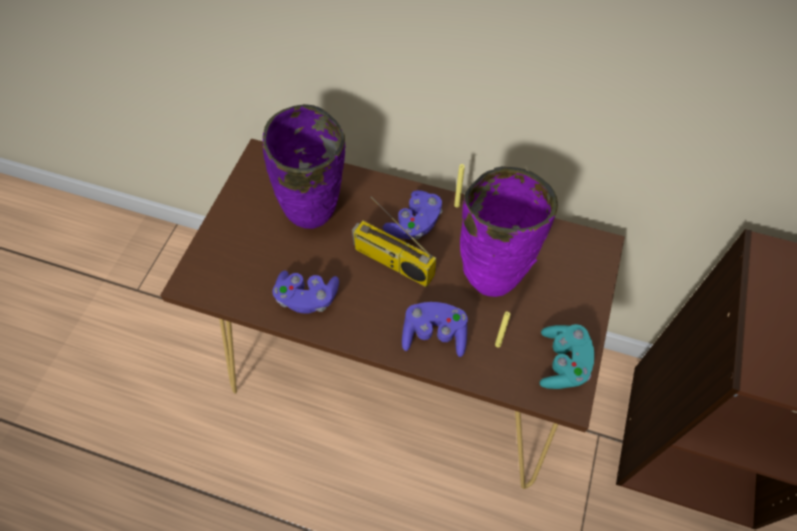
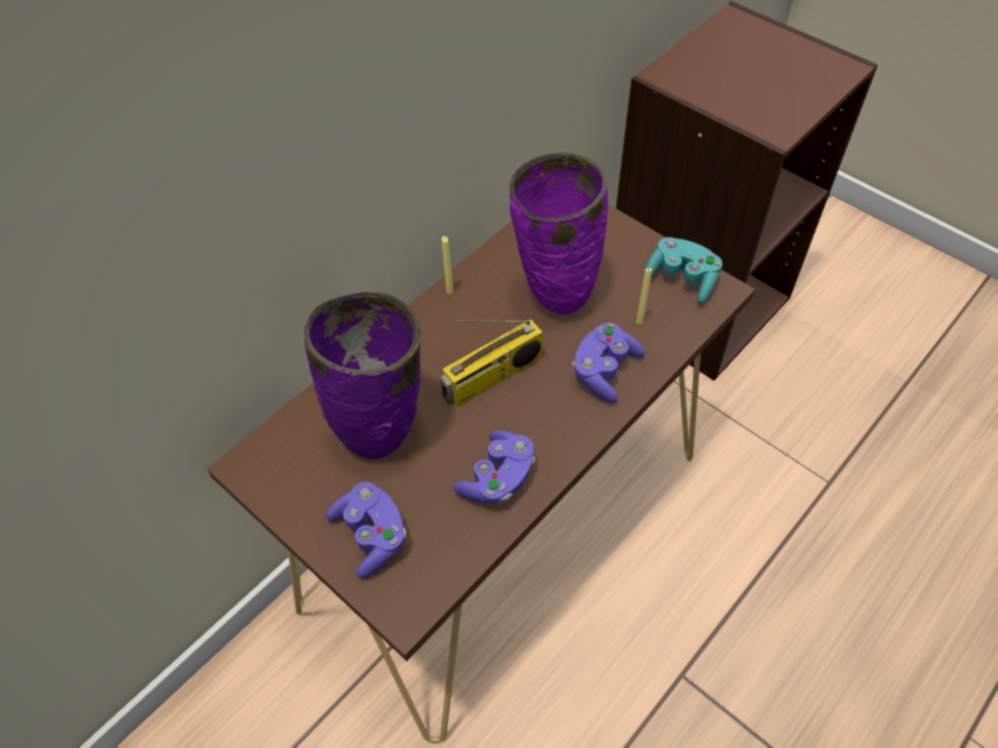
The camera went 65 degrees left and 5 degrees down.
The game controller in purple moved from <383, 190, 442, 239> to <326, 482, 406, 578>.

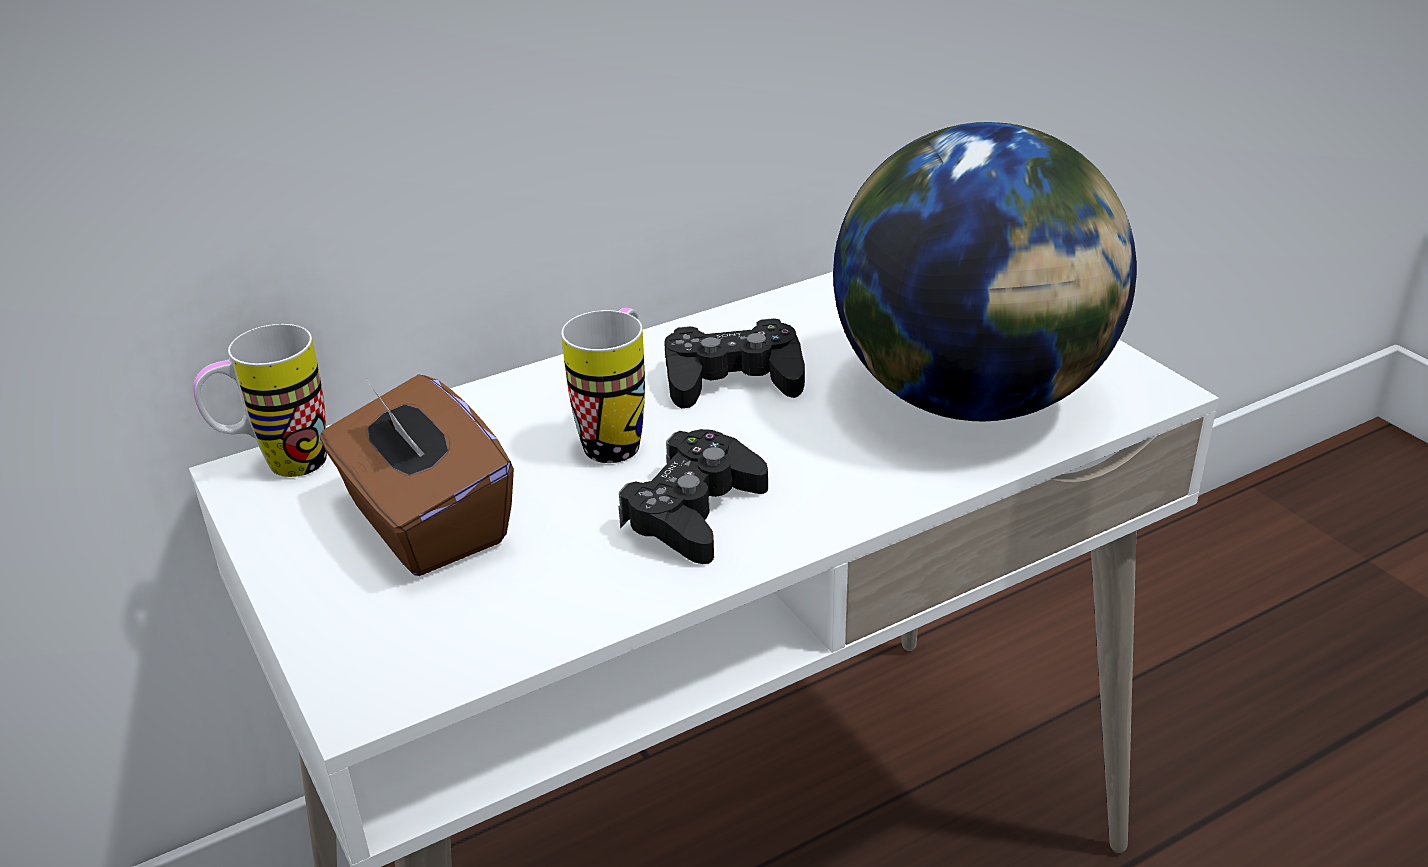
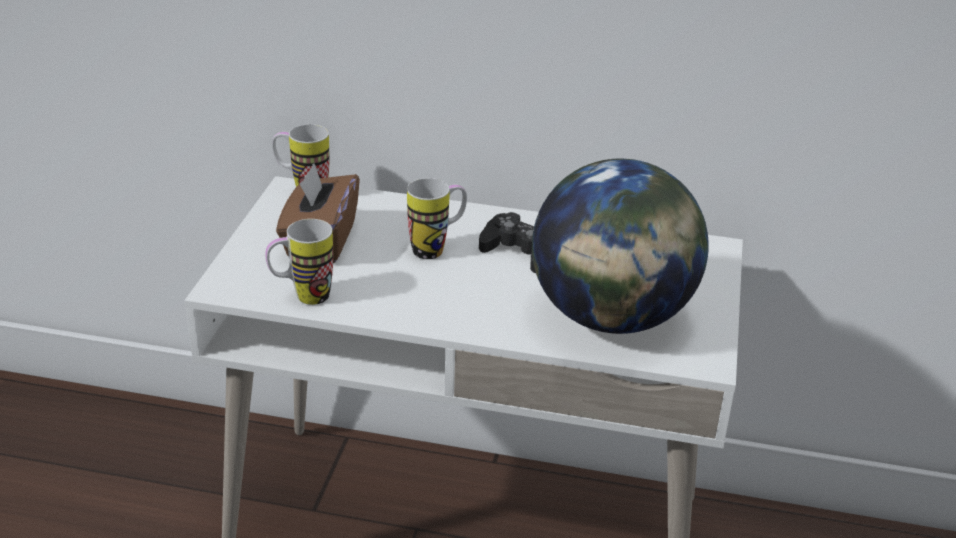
The camera went 40 degrees right and 0 degrees up.
The game controller in black at <619, 429, 768, 564> disappeared.
The mug at <265, 219, 333, 305> appeared.

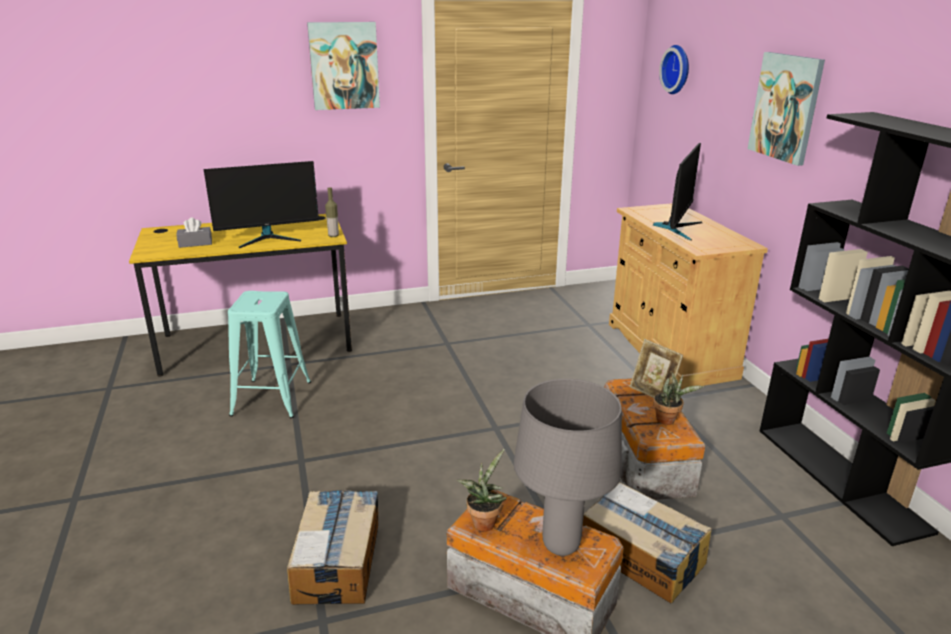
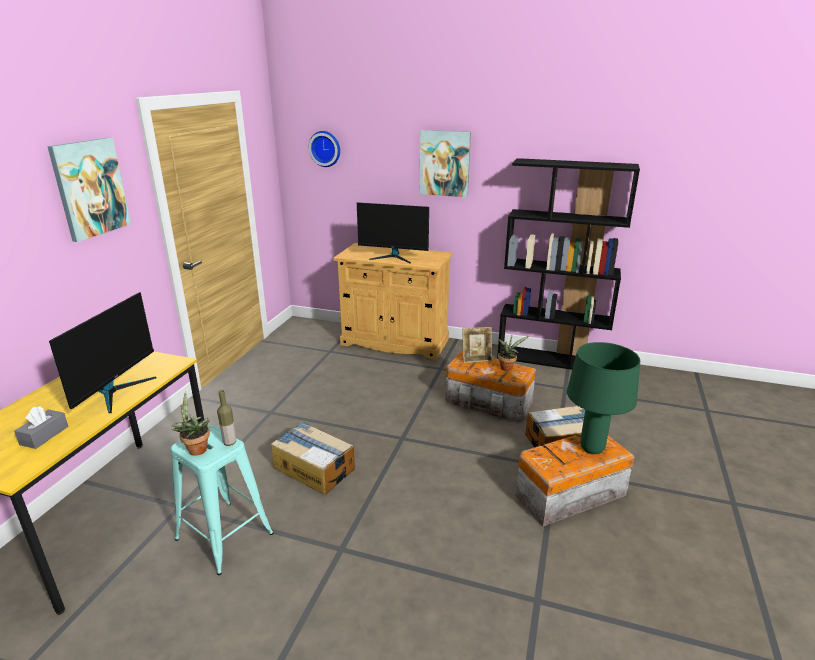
The camera went 55 degrees left and 0 degrees up.
The cardboard box moved from <287, 490, 378, 605> to <271, 422, 355, 495>.
The bottle moved from <325, 187, 339, 237> to <217, 390, 236, 446>.
The potted plant moved from <457, 449, 507, 532> to <171, 392, 210, 456>.
The table lamp in grey at <514, 379, 622, 556> became the table lamp in green at <567, 342, 640, 454>.
The monitor at <653, 143, 702, 240> turned 135 degrees clockwise.

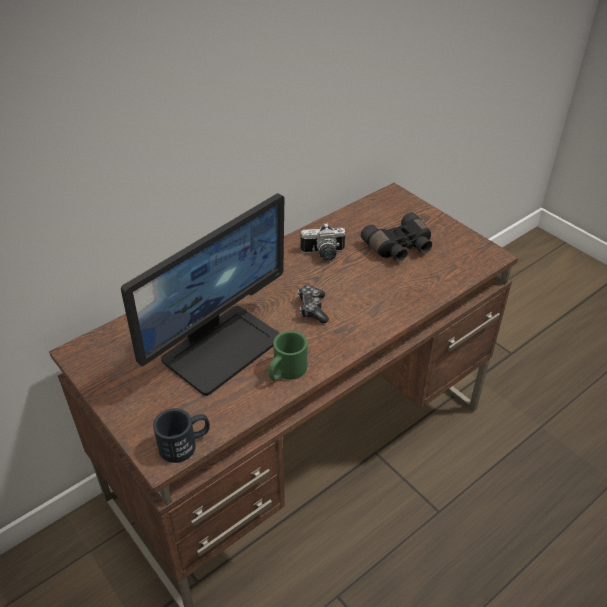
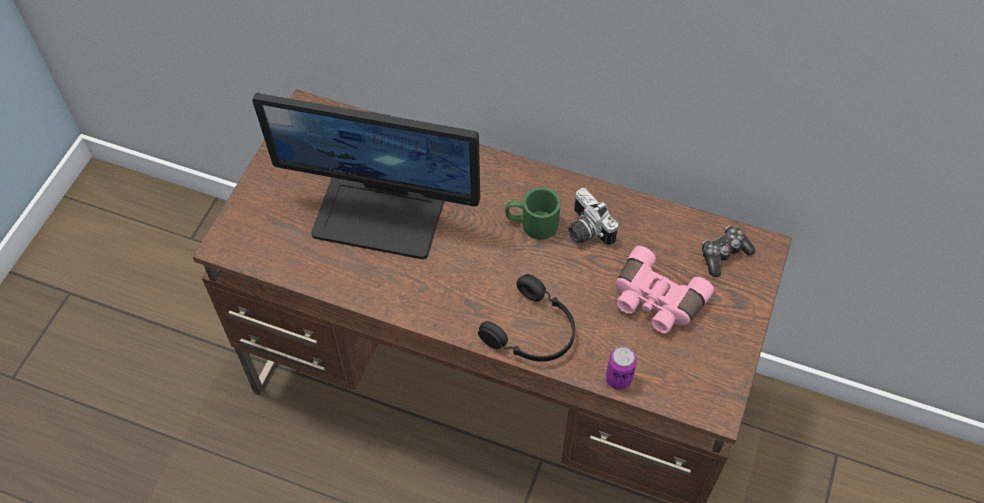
The camera went 60 degrees right and 15 degrees up.
The mug in black at <153, 408, 210, 463> disappeared.
The headphones in black at <478, 274, 575, 362> appeared.
The can at <605, 346, 637, 390> appeared.
The mug in green moved from <268, 331, 307, 381> to <505, 187, 561, 240>.
The game controller moved from <298, 285, 329, 324> to <702, 226, 755, 277>.
The binoculars in black at <361, 212, 432, 262> became the binoculars in pink at <616, 246, 714, 333>.

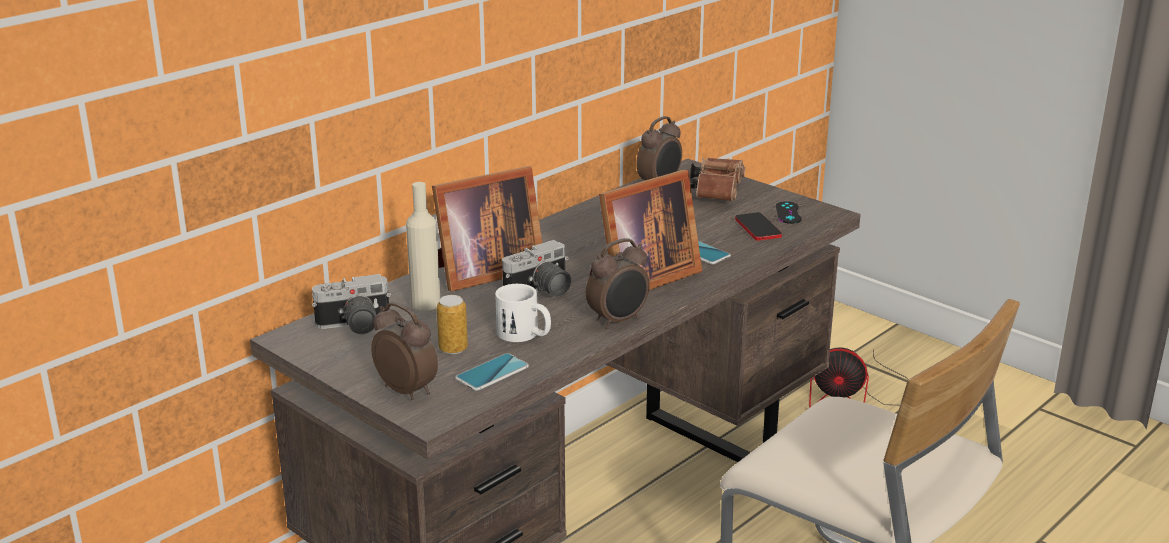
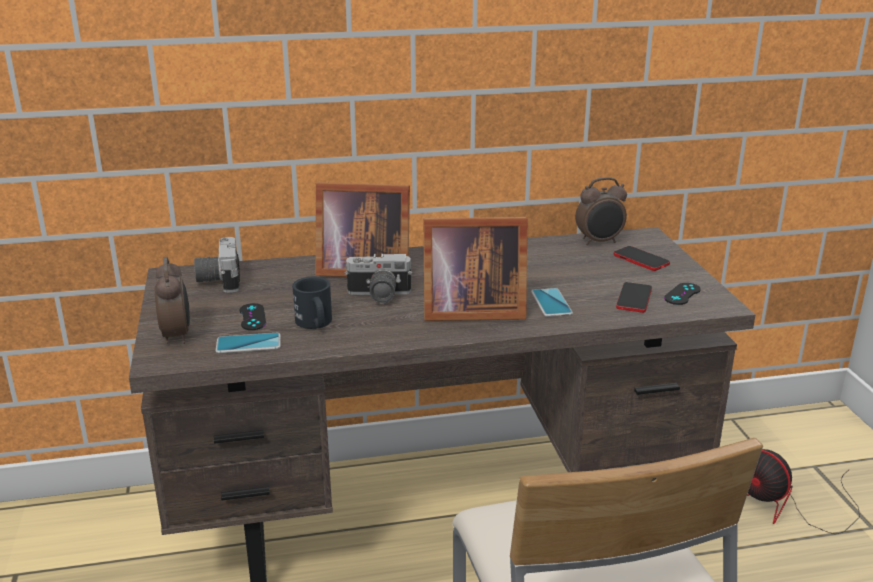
The camera went 35 degrees right and 0 degrees up.
The bottle in beige at <406, 182, 440, 311> disappeared.
The alarm clock at <586, 238, 650, 329> disappeared.
The can at <437, 295, 468, 354> was replaced by the game controller in black at <240, 303, 266, 330>.
The binoculars in brown at <689, 158, 745, 201> was replaced by the phone at <614, 246, 670, 271>.
The mug in white at <495, 284, 551, 342> became the mug in black at <292, 276, 332, 329>.
The photo camera at <312, 274, 391, 334> turned 60 degrees clockwise.

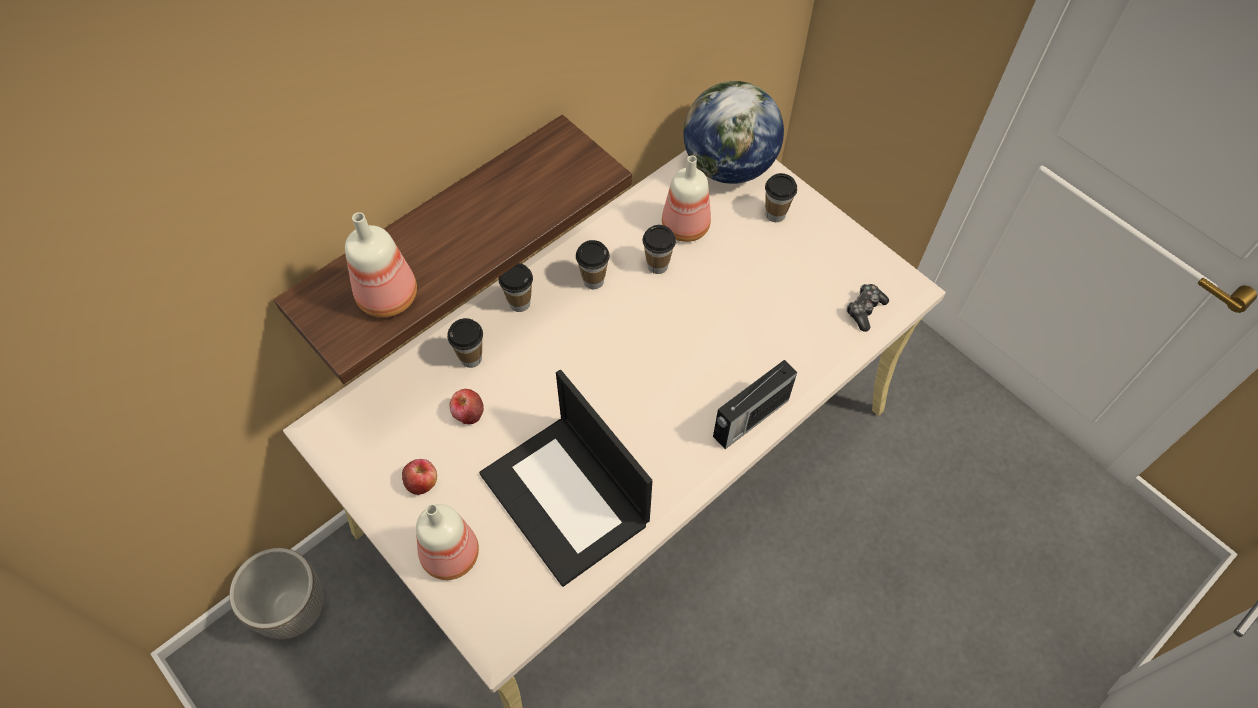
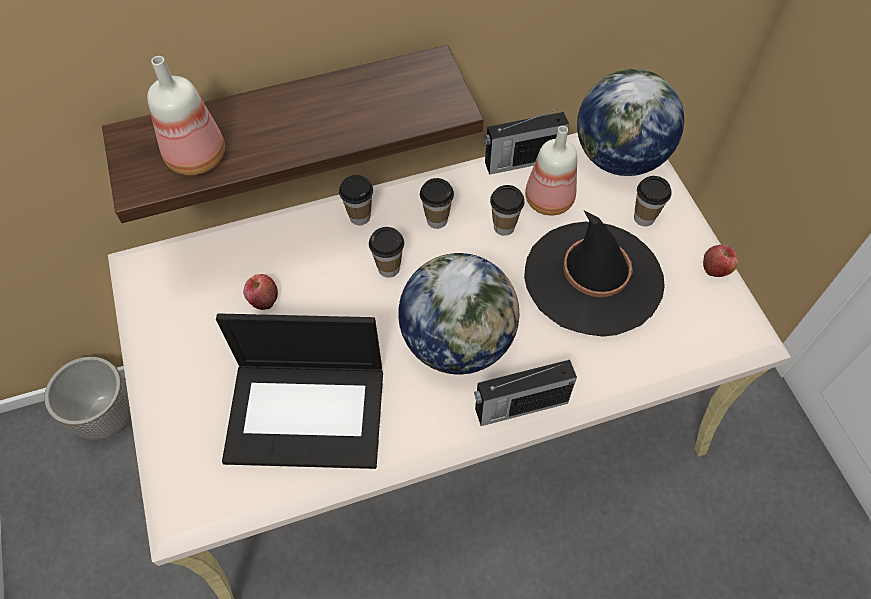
The camera went 25 degrees right and 0 degrees up.
The bottle at <416, 504, 479, 580> disappeared.
The game controller at <847, 284, 889, 332> disappeared.
The globe at <398, 253, 520, 374> appeared.
The radio at <485, 109, 569, 175> appeared.
The hat in black at <524, 211, 665, 337> appeared.
The apple moved from <402, 459, 437, 495> to <703, 245, 738, 277>.
The cup moved from <447, 318, 483, 368> to <369, 227, 404, 278>.
The laptop at <479, 370, 652, 587> turned 75 degrees counterclockwise.

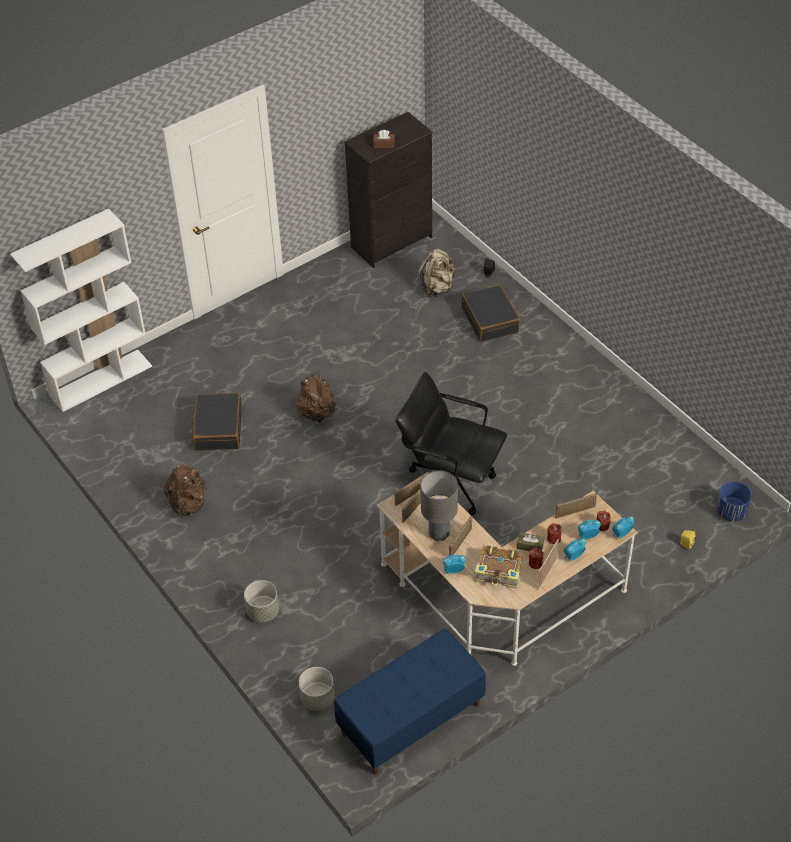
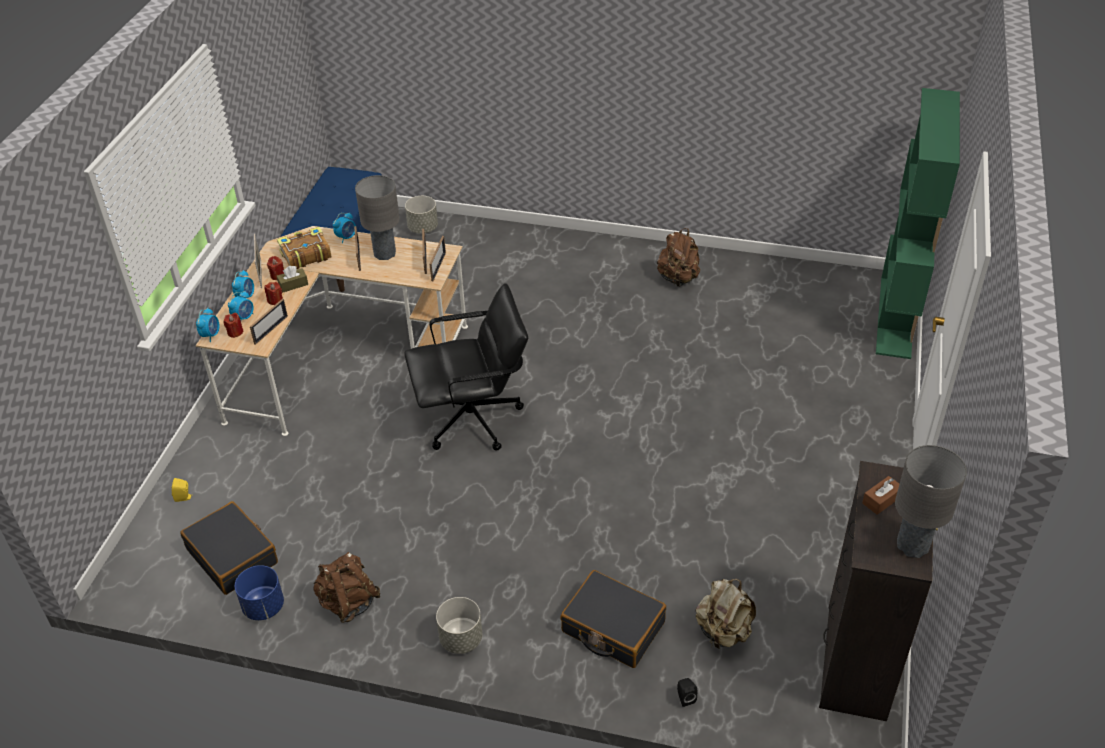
The camera went 140 degrees right and 5 degrees down.
The table lamp in grey at <895, 445, 967, 558> appeared.
The suitcase in black moved from <192, 393, 242, 451> to <180, 501, 278, 595>.
The planter in grey moved from <244, 580, 279, 622> to <436, 597, 482, 654>.
The backpack in brown moved from <296, 372, 336, 423> to <313, 552, 380, 623>.
The planter in blue moved from <716, 482, 751, 522> to <235, 565, 284, 620>.
The bookcase in white at <10, 208, 152, 412> became the bookcase in green at <876, 88, 960, 359>.

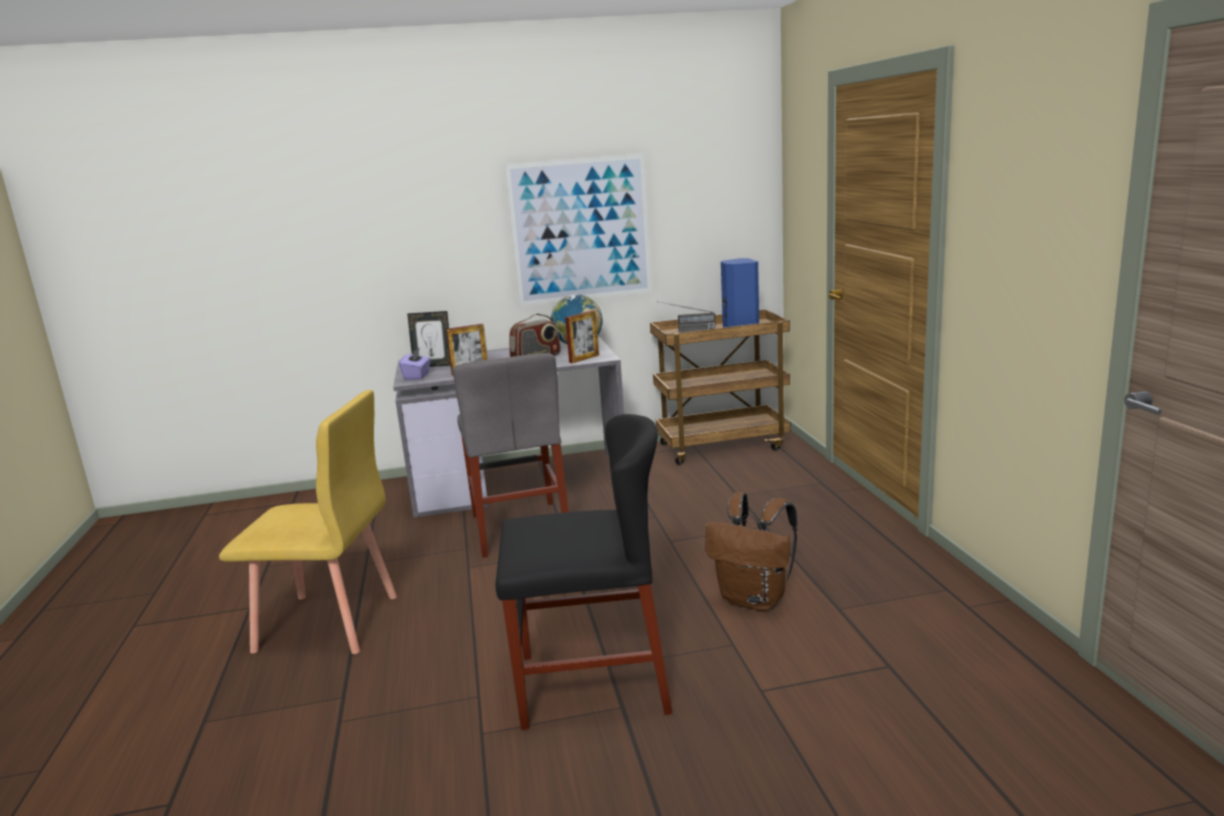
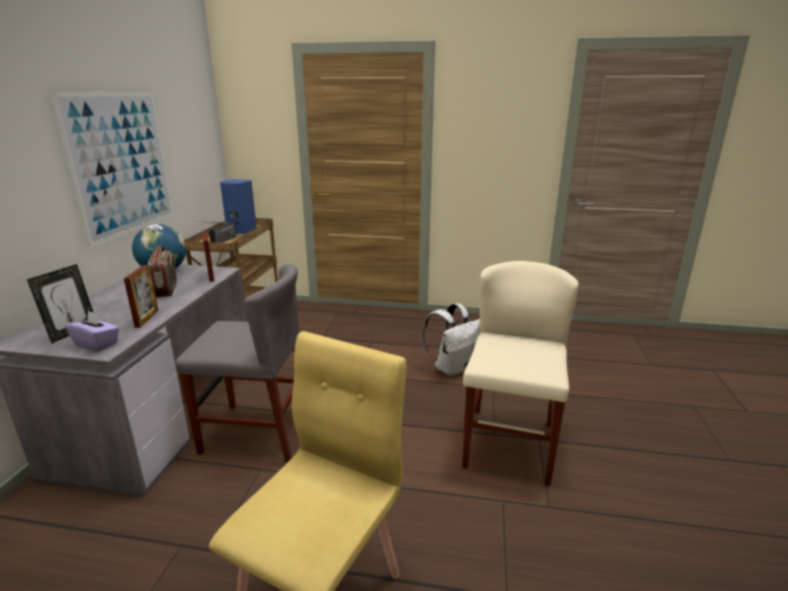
The camera went 70 degrees left and 5 degrees up.
The chair in black at <496, 414, 672, 730> became the chair in beige at <462, 261, 579, 486>.
The backpack in brown at <705, 492, 798, 611> became the backpack in white at <423, 303, 480, 376>.

